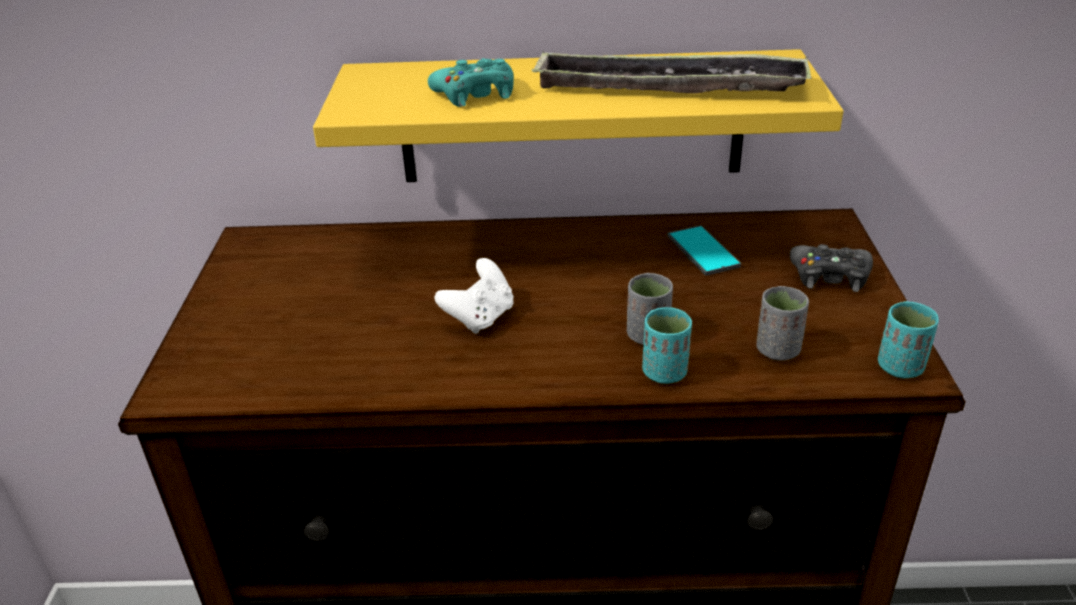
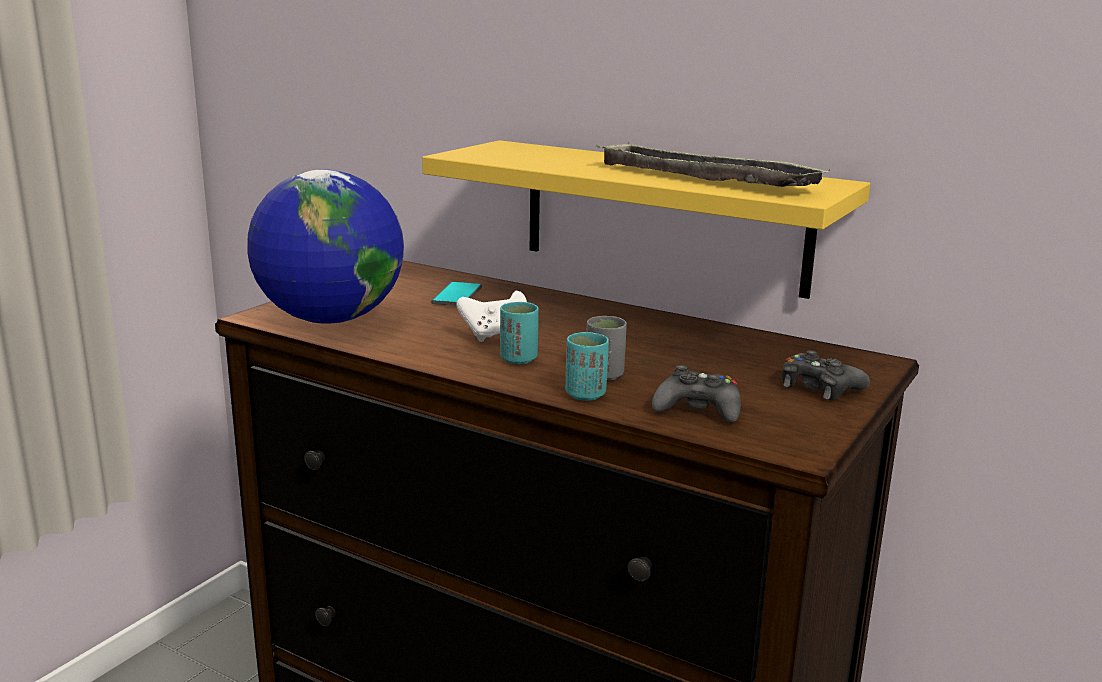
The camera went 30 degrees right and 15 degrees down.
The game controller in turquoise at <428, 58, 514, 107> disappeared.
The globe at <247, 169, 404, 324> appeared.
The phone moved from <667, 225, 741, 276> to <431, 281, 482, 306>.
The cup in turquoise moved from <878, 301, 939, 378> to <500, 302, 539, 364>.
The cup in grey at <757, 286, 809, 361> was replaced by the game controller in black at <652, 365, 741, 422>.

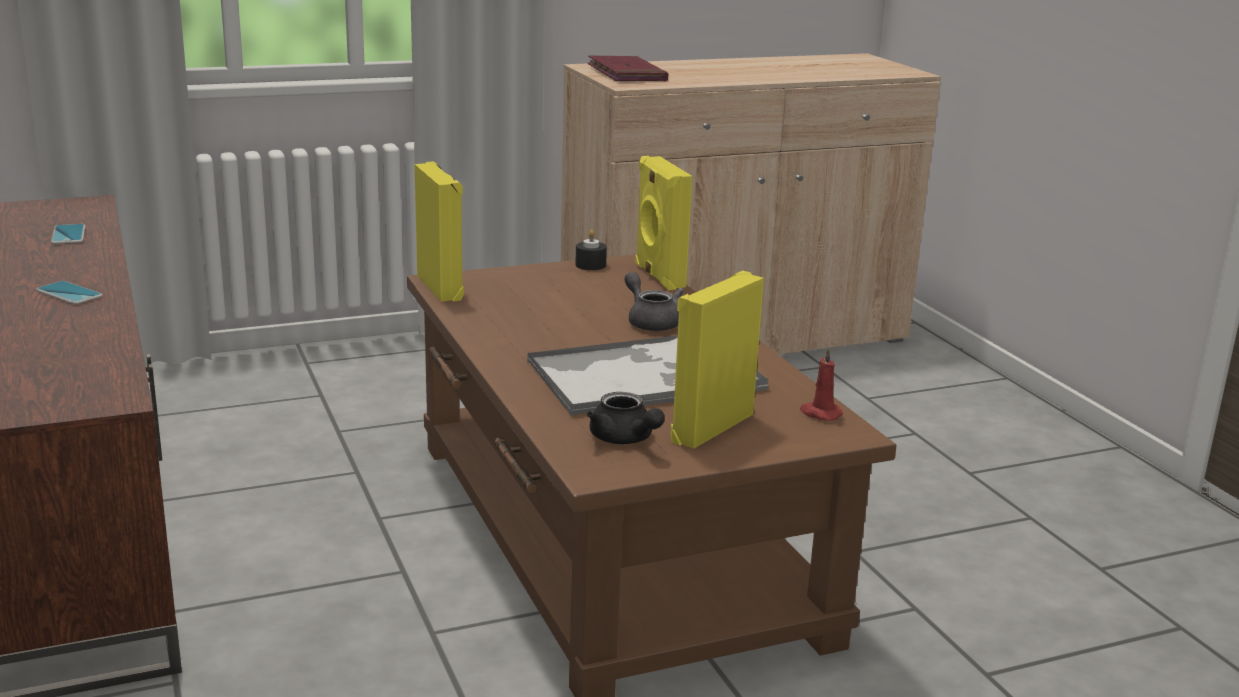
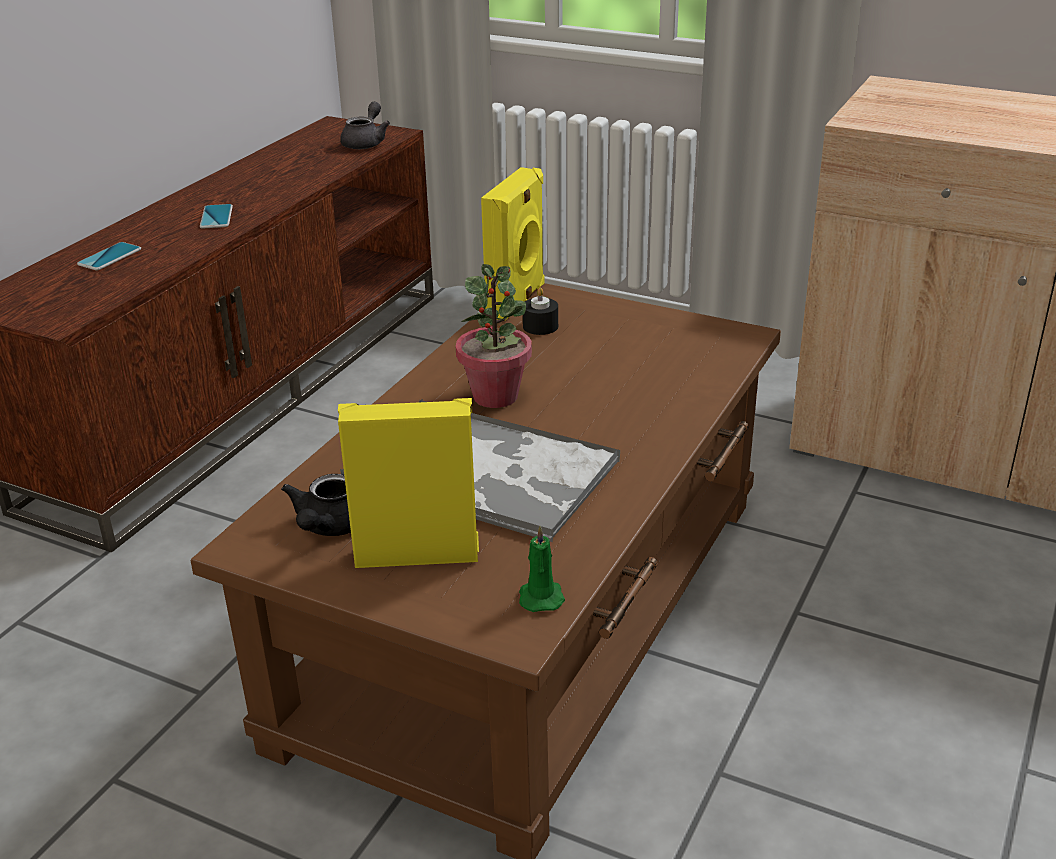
The camera went 50 degrees right and 10 degrees up.
The book in red at <588, 56, 668, 81> disappeared.
The speaker in yellow at <635, 156, 692, 290> disappeared.
The potted plant at <456, 264, 532, 408> appeared.
The phone moved from <51, 224, 85, 244> to <77, 242, 141, 270>.
The candle in black moved from <575, 230, 607, 270> to <523, 288, 558, 335>.
The teapot in grey moved from <625, 272, 684, 331> to <340, 102, 390, 149>.
The candle in red at <800, 347, 843, 421> became the candle in green at <519, 526, 565, 612>.

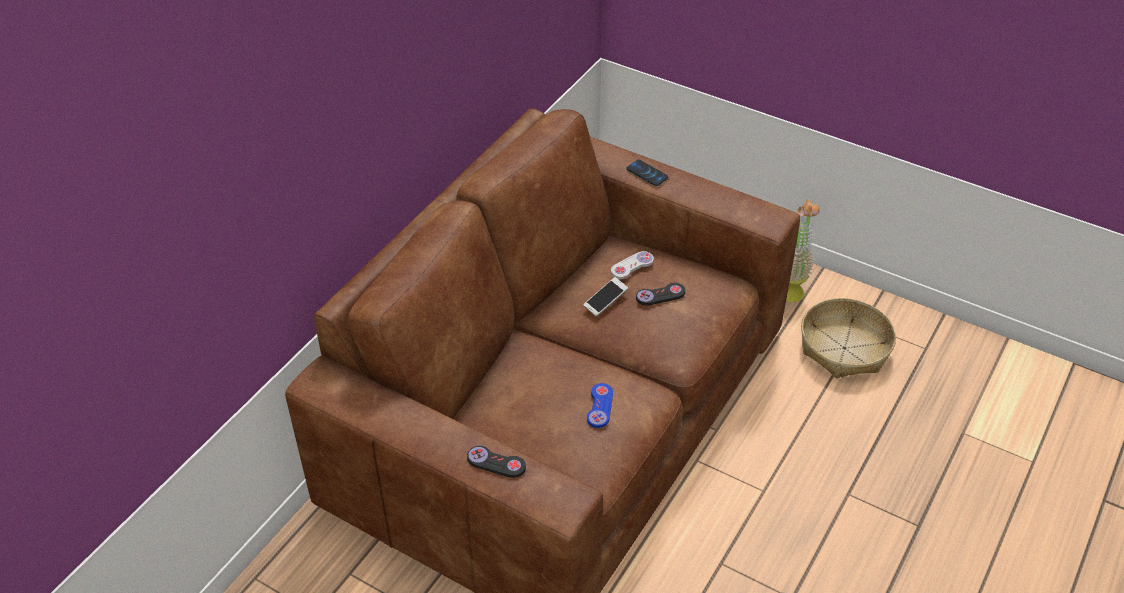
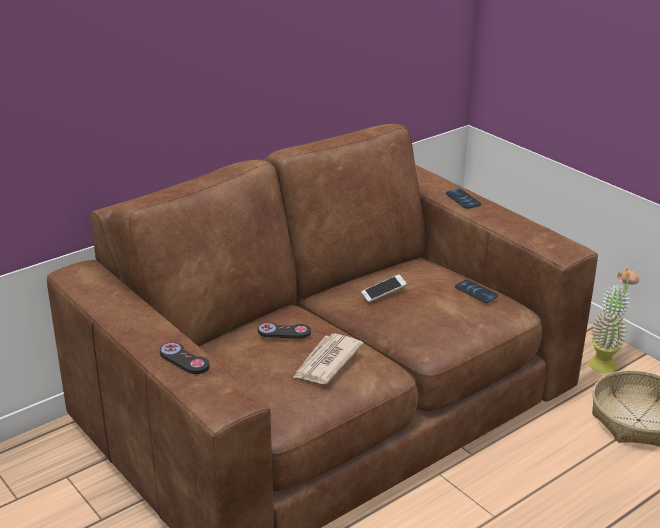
The camera went 20 degrees right and 15 degrees down.
The game controller in white at <611, 251, 654, 279> disappeared.
The phone at <455, 279, 498, 303> appeared.
The game controller in black moved from <636, 283, 685, 305> to <258, 323, 311, 339>.
The game controller in blue at <587, 383, 613, 428> was replaced by the newspaper at <293, 334, 364, 384>.

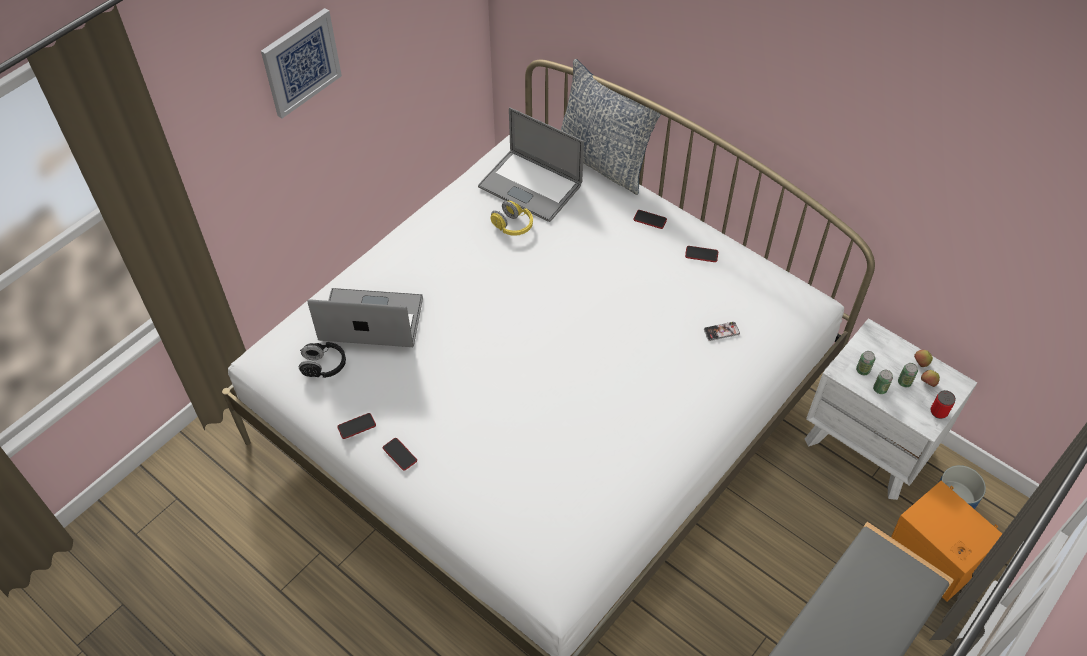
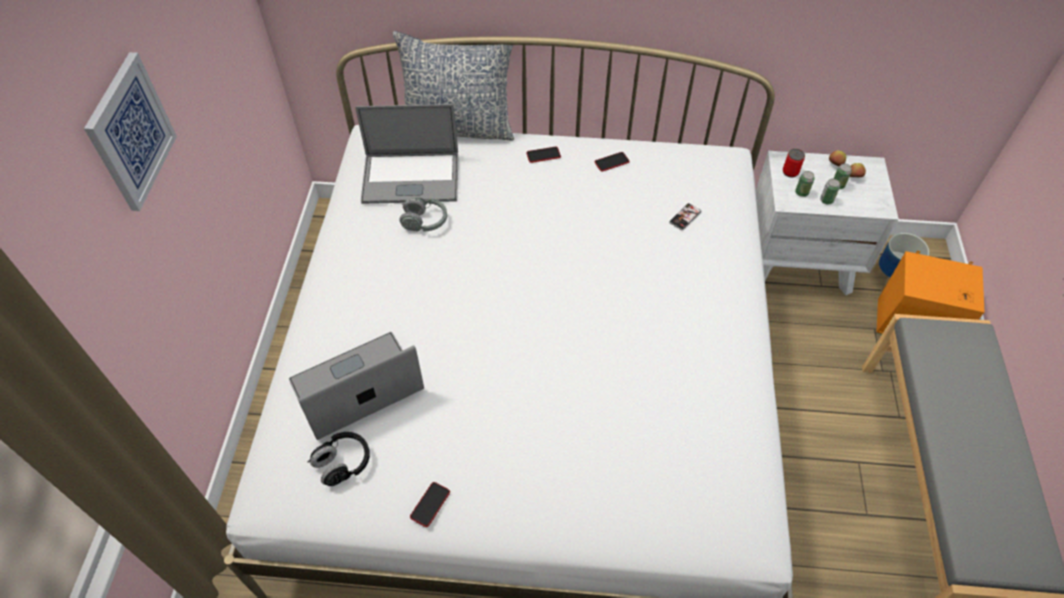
The camera went 35 degrees left and 0 degrees up.
The phone at <383, 438, 417, 471> disappeared.
The can moved from <930, 390, 956, 419> to <783, 149, 805, 177>.
The headphones in yellow at <490, 201, 533, 236> became the headphones in grey at <399, 197, 447, 232>.

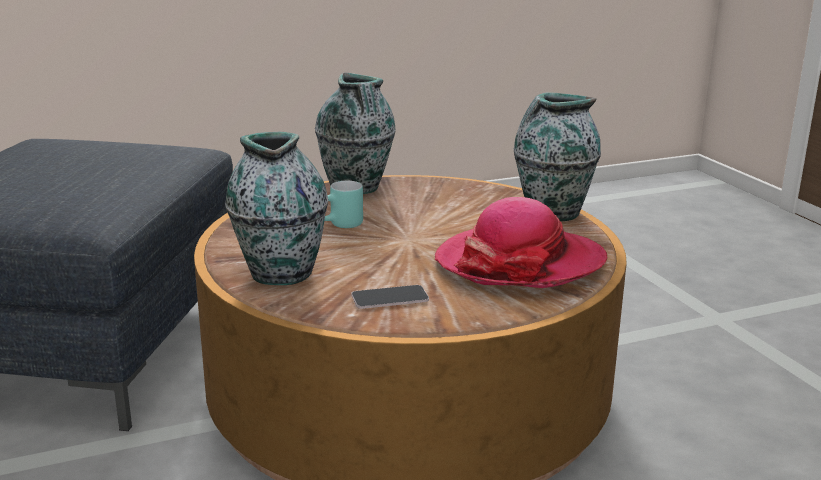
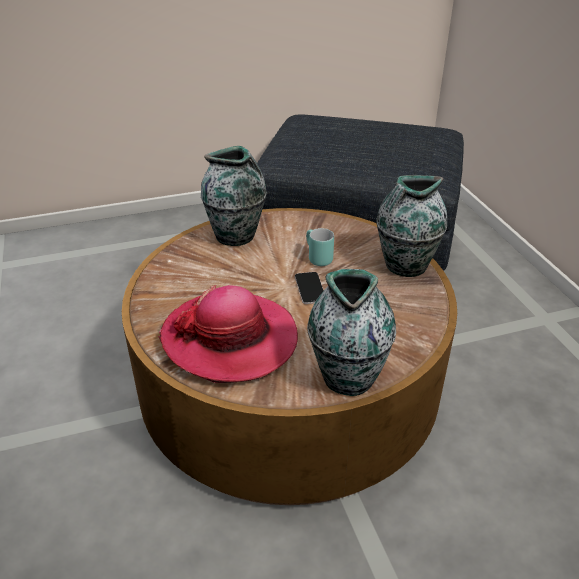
The camera went 95 degrees right and 15 degrees up.
The phone moved from <351, 285, 429, 309> to <295, 272, 324, 304>.

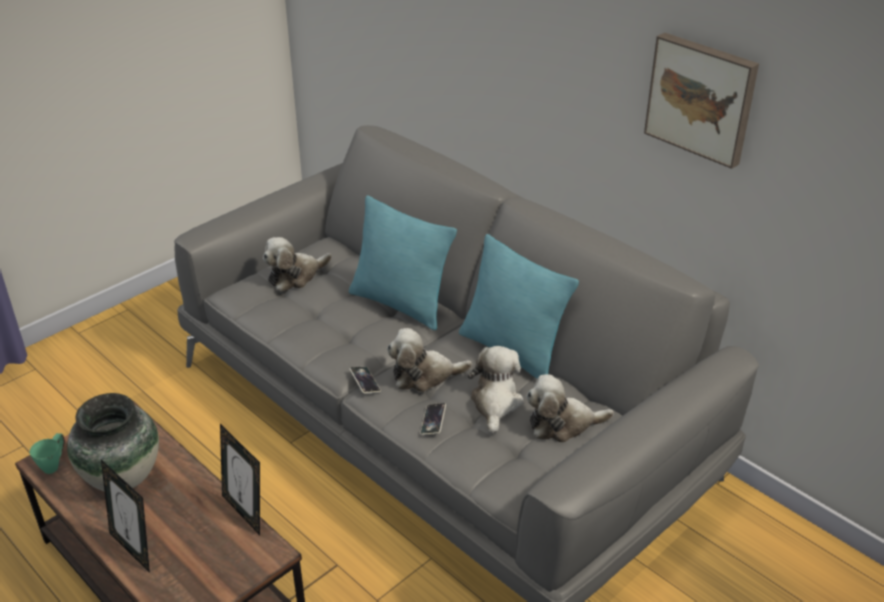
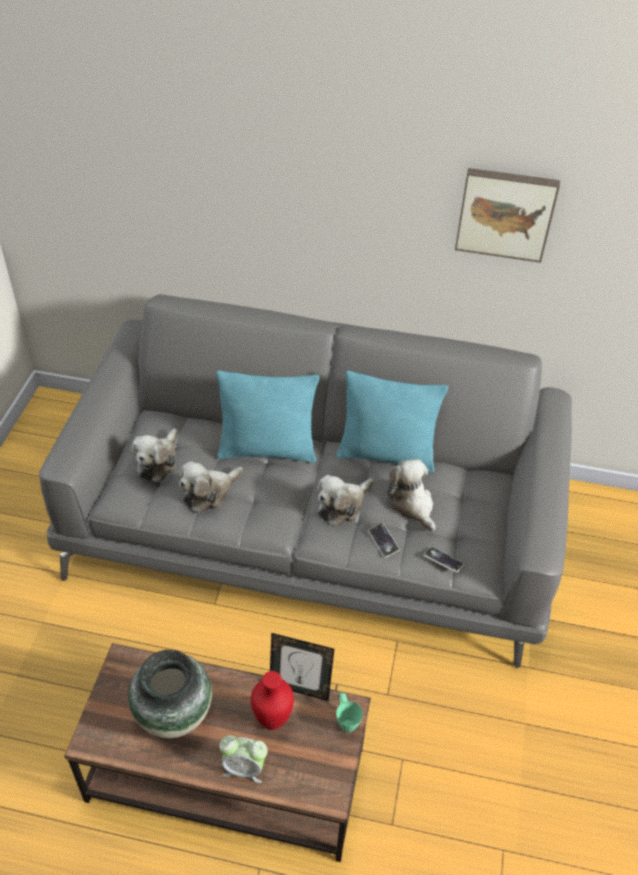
The camera went 35 degrees left and 10 degrees up.
The vase in red at <251, 671, 294, 730> appeared.
The mug in green moved from <29, 433, 65, 474> to <336, 692, 363, 732>.
The phone moved from <350, 367, 381, 393> to <424, 547, 464, 573>.
The plush toy moved from <526, 374, 614, 442> to <179, 461, 243, 513>.
The picture frame at <101, 460, 150, 573> was replaced by the alarm clock at <219, 735, 268, 783>.

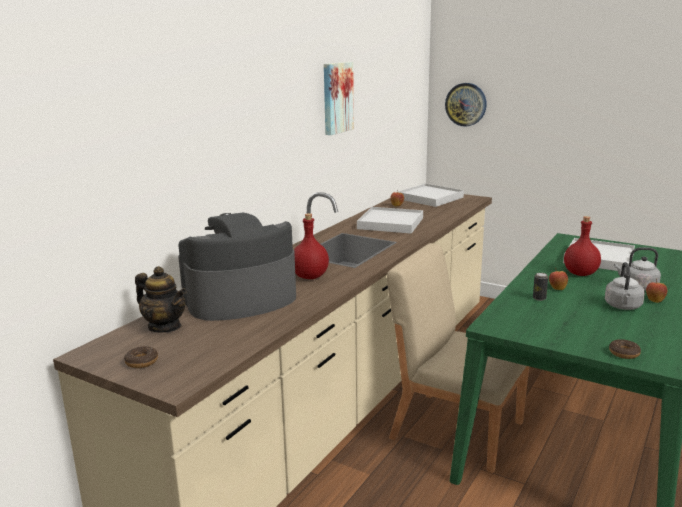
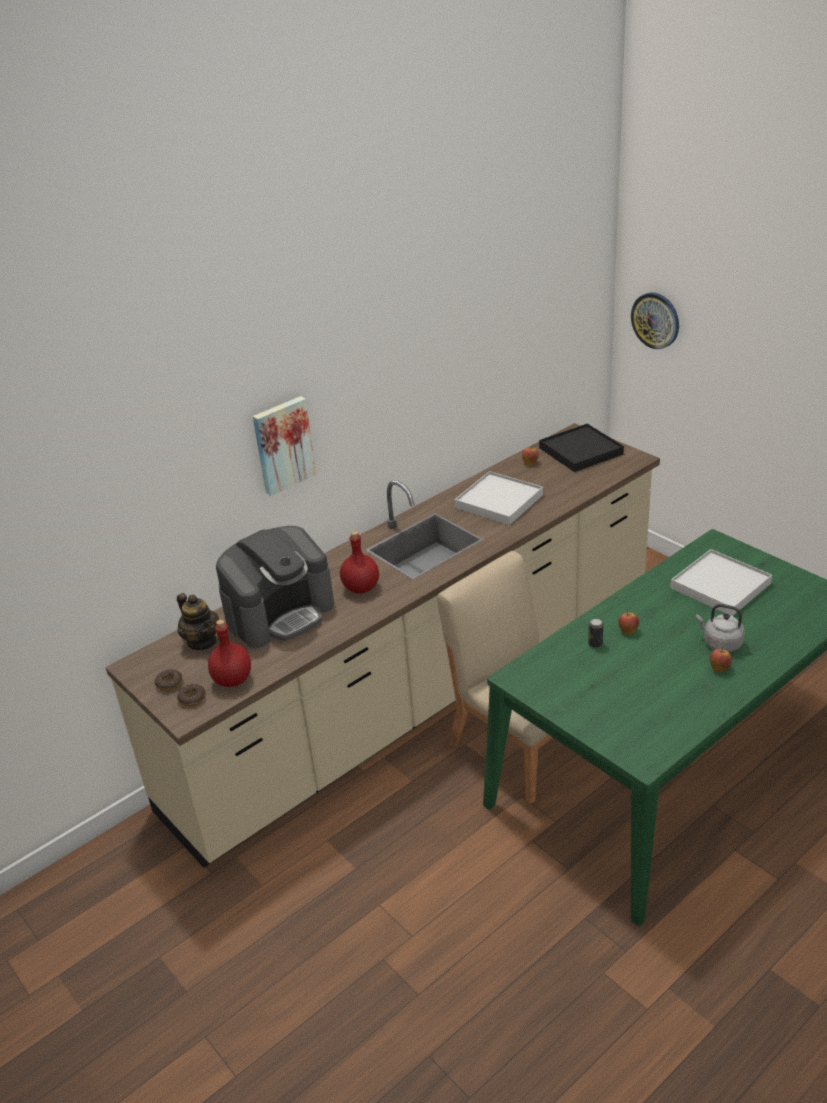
The camera went 20 degrees right and 15 degrees up.
The kettle in grey at <605, 262, 645, 310> disappeared.
The picture moved from <324, 62, 354, 135> to <253, 396, 316, 496>.
The bottle in red moved from <564, 216, 601, 276> to <208, 620, 251, 687>.
The donut moved from <609, 339, 641, 359> to <177, 684, 206, 707>.
The tray in white at <398, 183, 464, 207> became the tray in black at <539, 424, 624, 472>.
The coffee machine at <178, 213, 296, 321> turned 150 degrees clockwise.

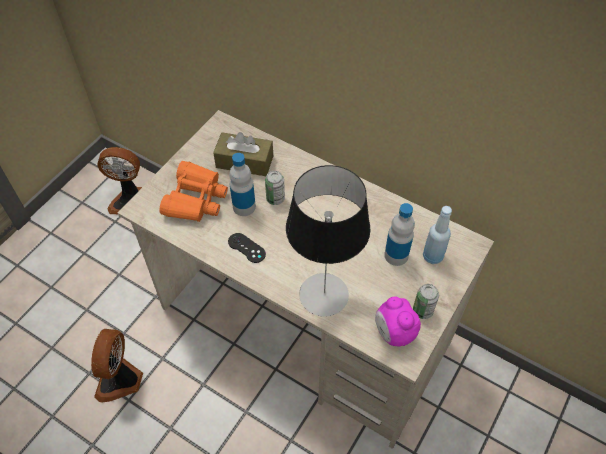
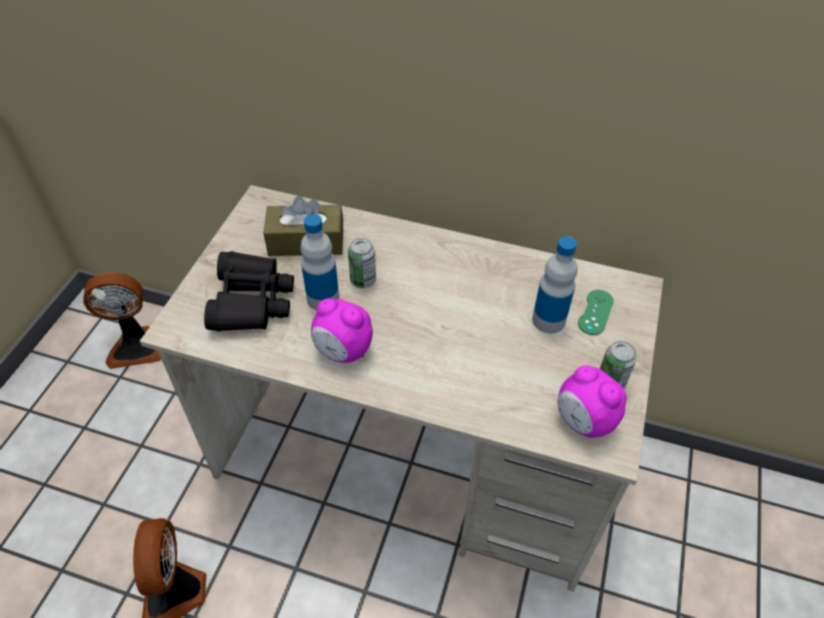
The camera went 15 degrees left and 5 degrees down.
The table lamp at <286, 165, 371, 317> disappeared.
The game controller in black at <228, 233, 266, 263> was replaced by the alarm clock at <311, 298, 373, 363>.
The bottle in blue at <423, 206, 452, 264> was replaced by the game controller in green at <578, 290, 614, 335>.
The binoculars in orange at <159, 161, 228, 222> became the binoculars in black at <204, 251, 294, 331>.

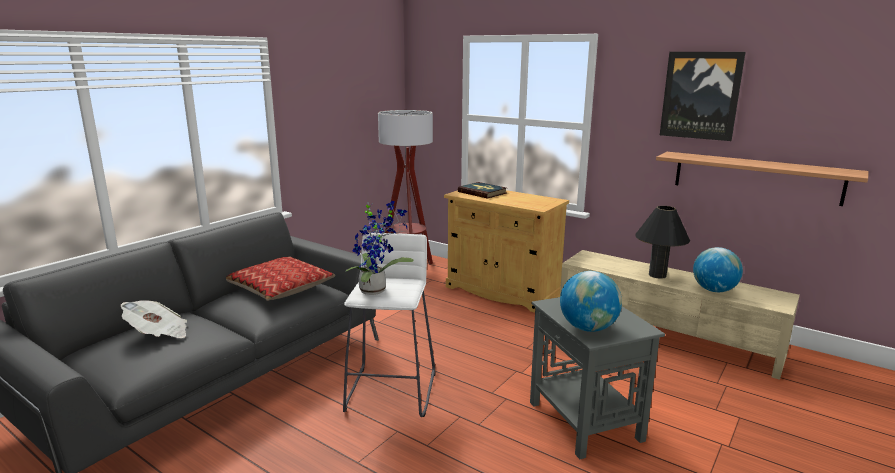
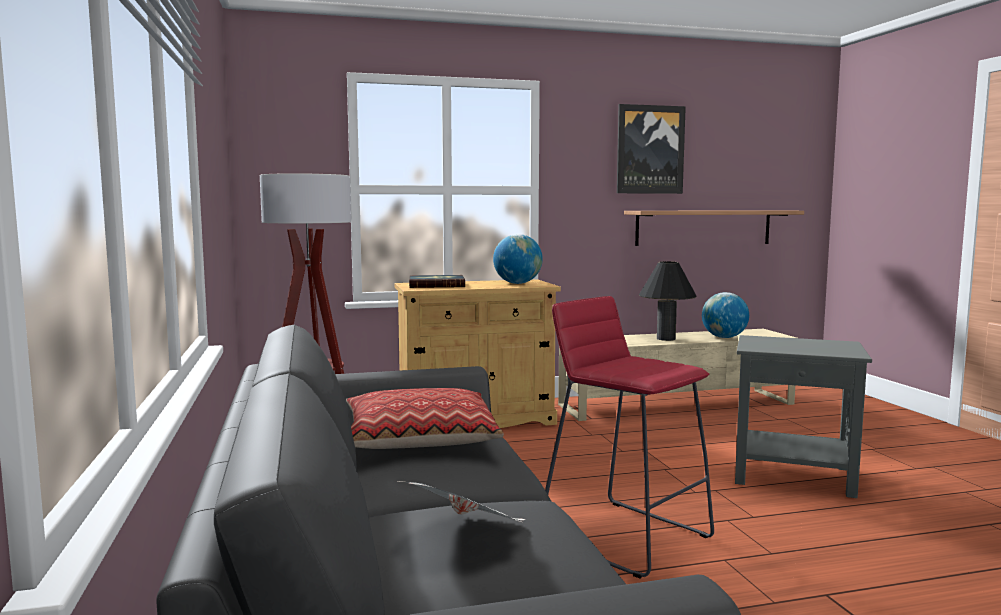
The camera went 50 degrees left and 10 degrees down.
The potted plant at <346, 201, 414, 295> disappeared.
The globe moved from <560, 271, 622, 332> to <493, 234, 543, 284>.
The stool in white at <343, 233, 436, 417> became the stool in red at <545, 296, 714, 579>.

